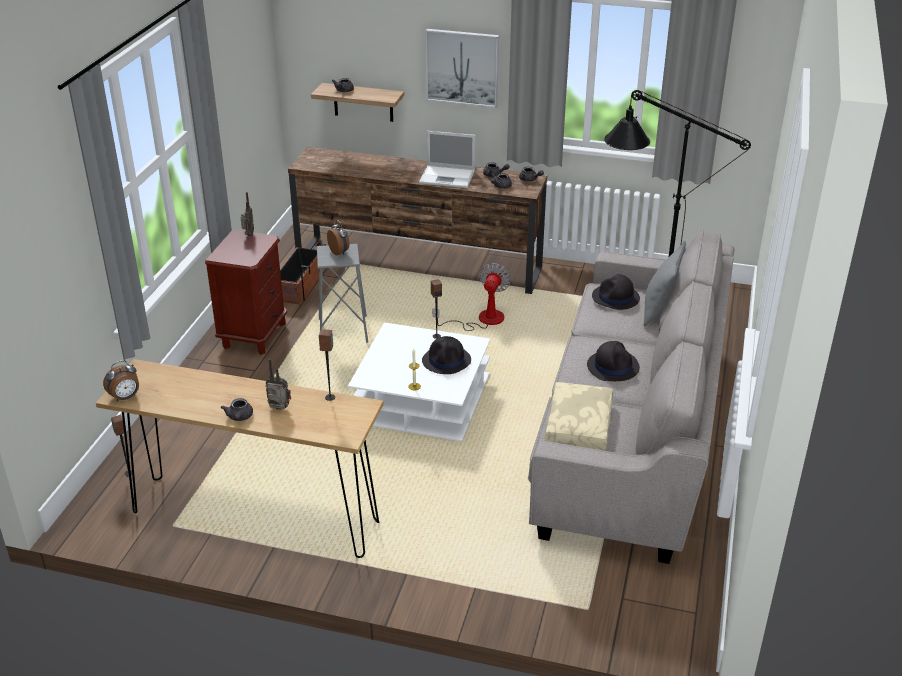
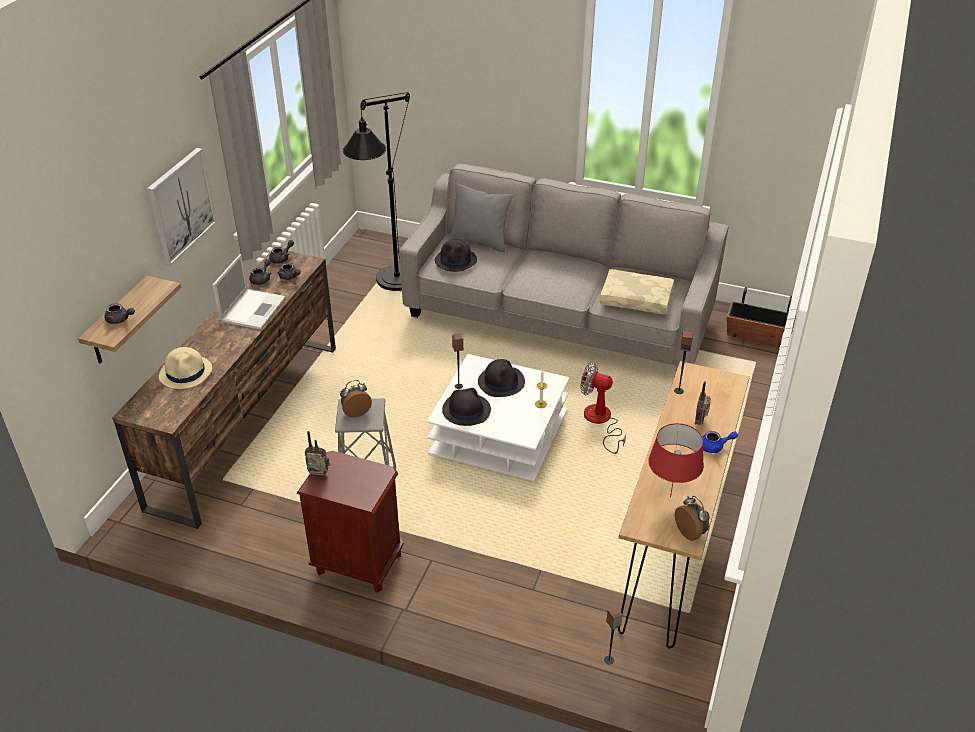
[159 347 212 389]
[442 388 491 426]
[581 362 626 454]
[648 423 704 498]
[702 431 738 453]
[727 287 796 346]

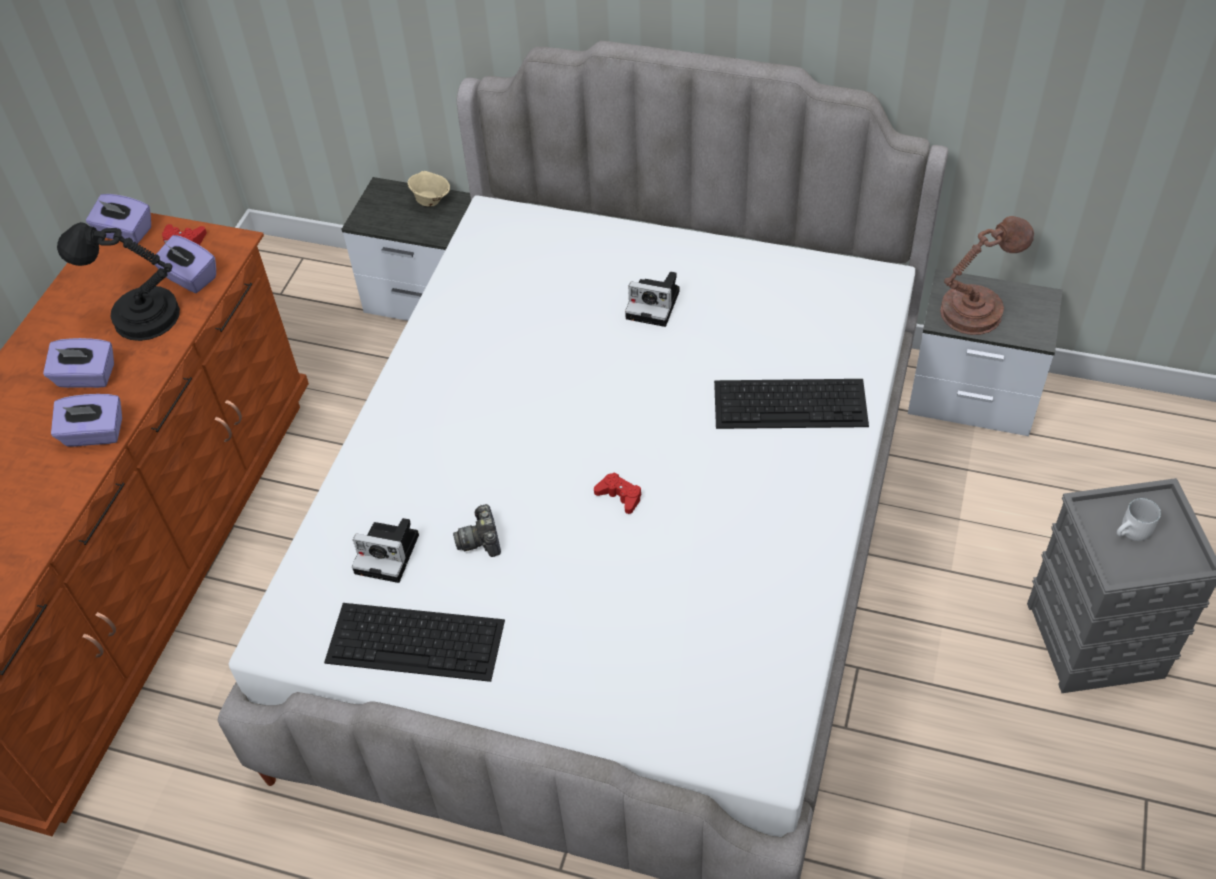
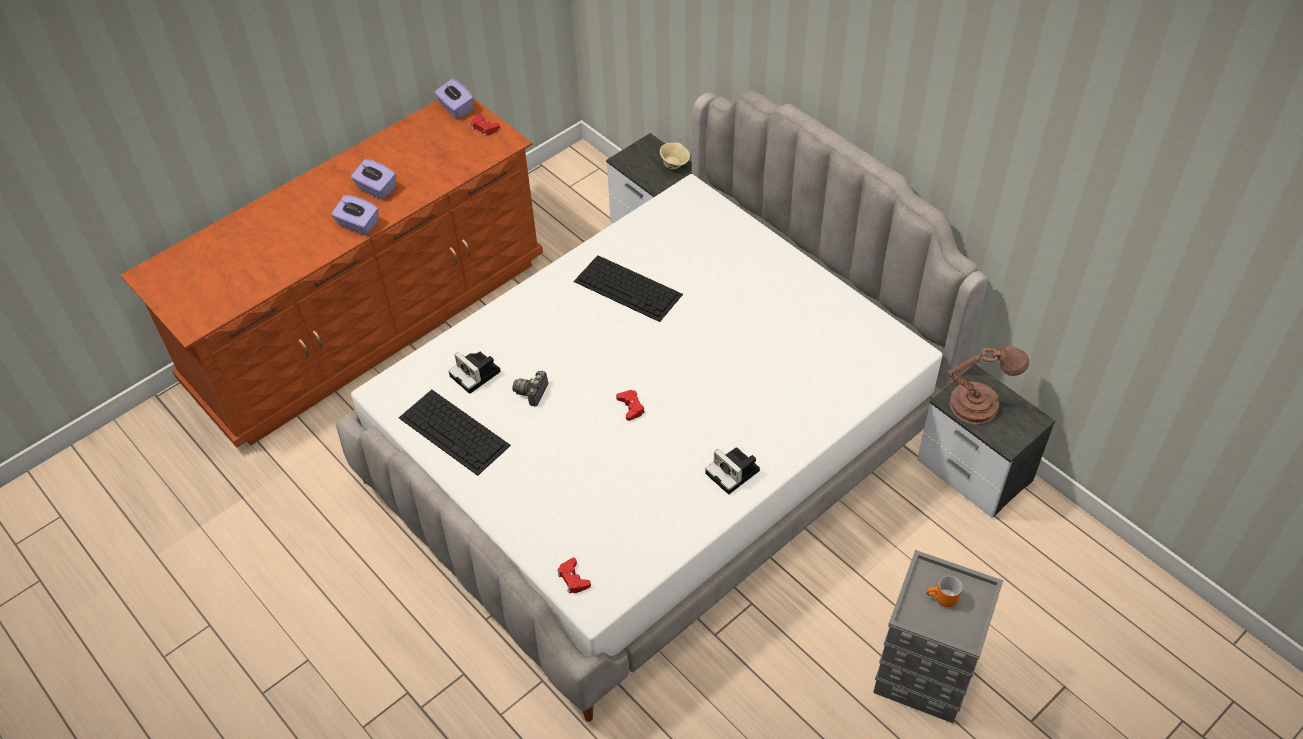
[558 558 591 594]
[574 255 683 322]
[705 447 760 495]
[926 575 963 607]
[57 222 180 341] (first image)
[155 235 216 293] (first image)

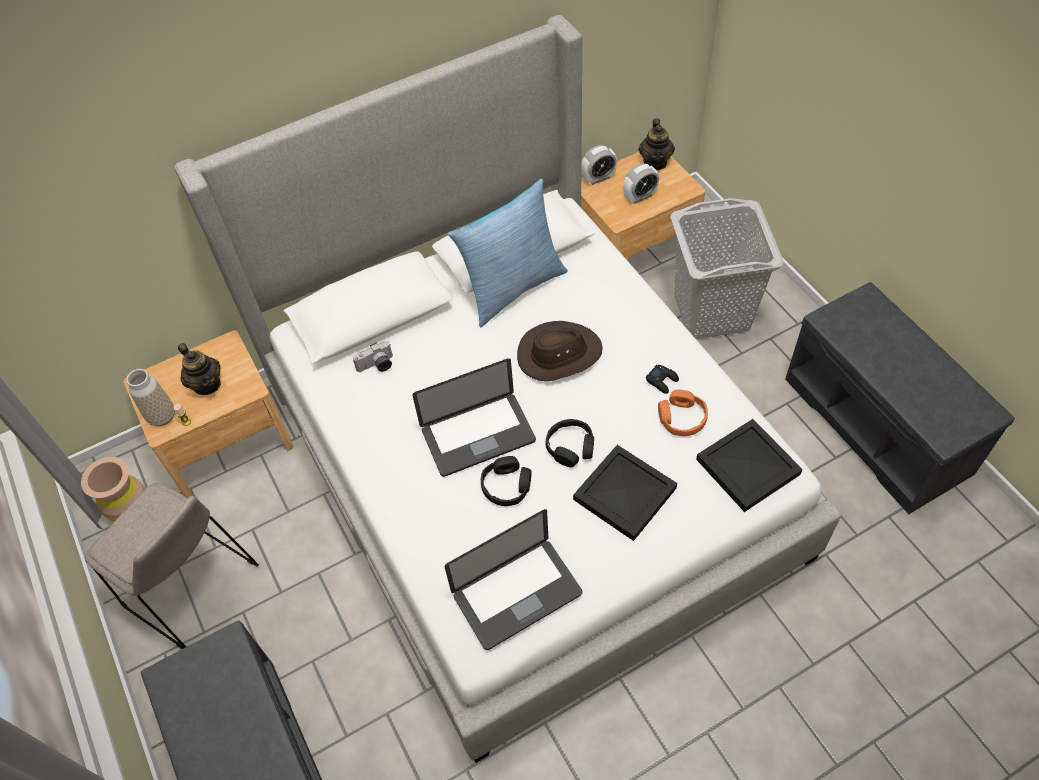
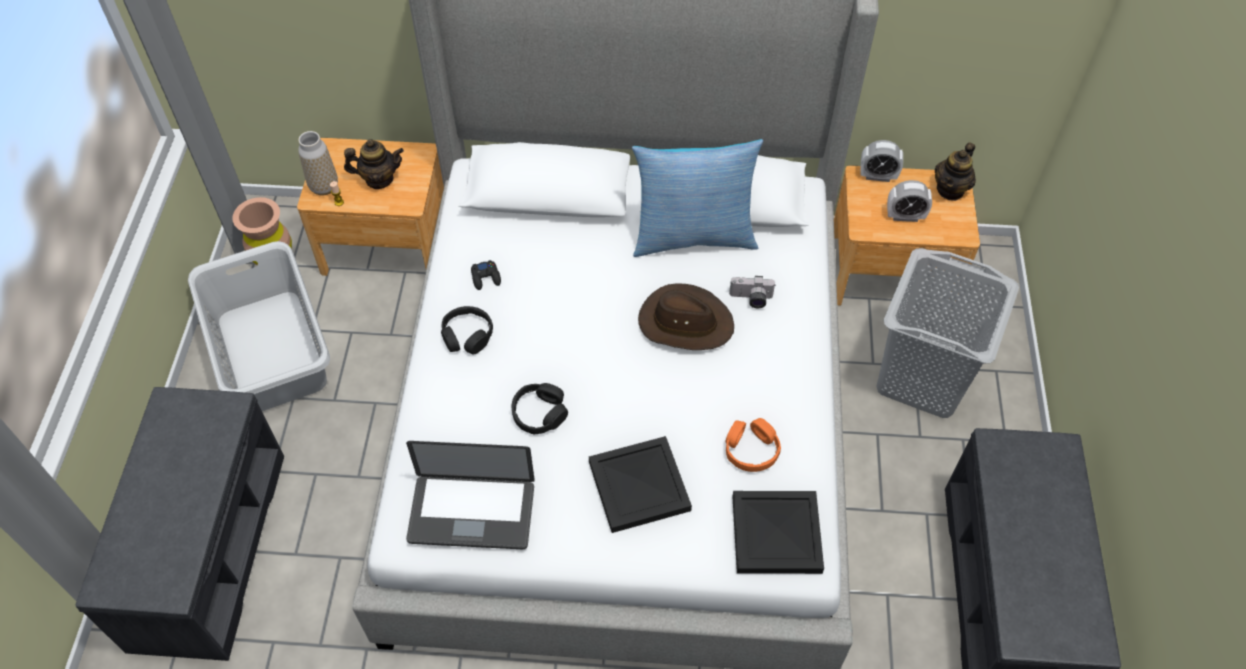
[188 241 330 411]
[344 139 404 189]
[441 306 493 354]
[471 260 501 290]
[729 276 775 309]
[412 358 536 477] (first image)

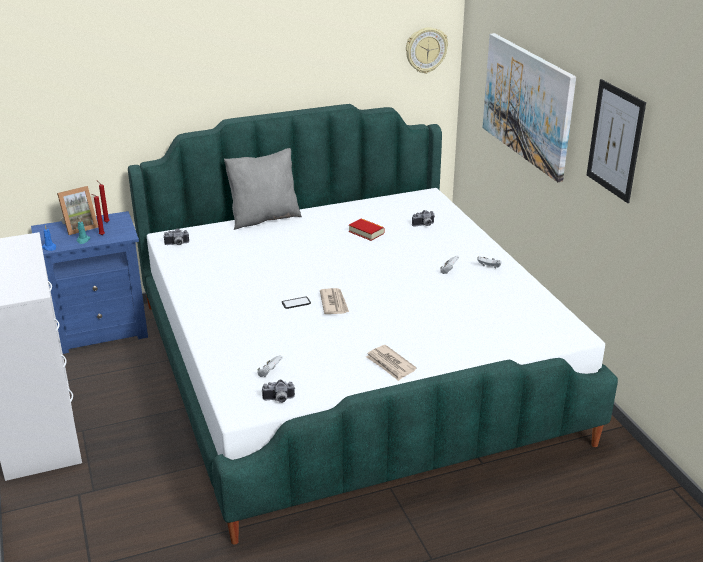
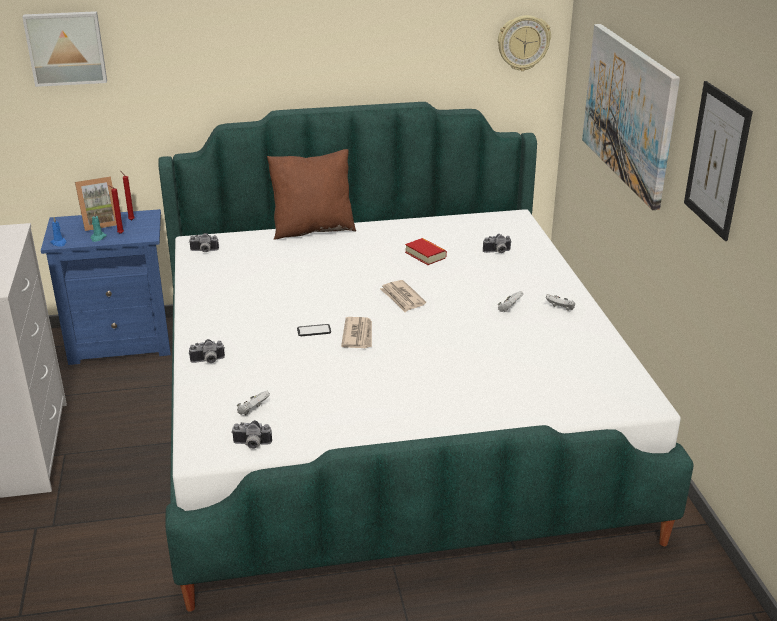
[22 11 107 87]
[189 339 225 363]
[267 149 356 240]
[380 280 426 312]

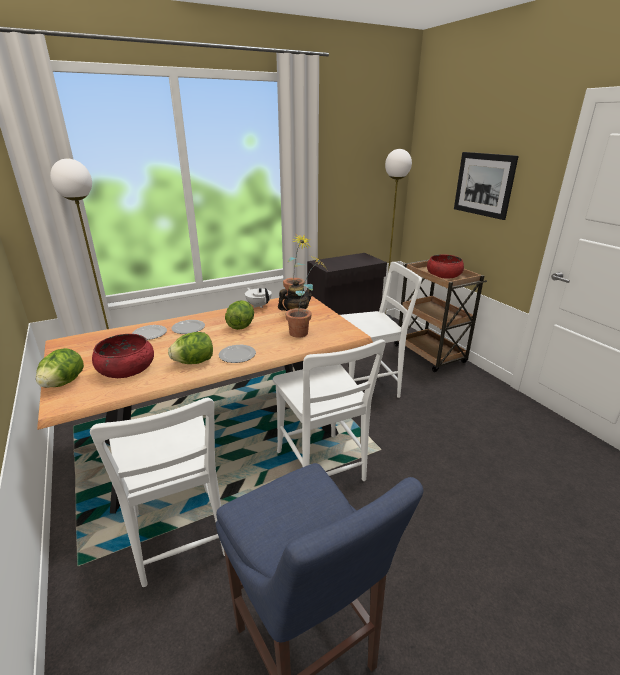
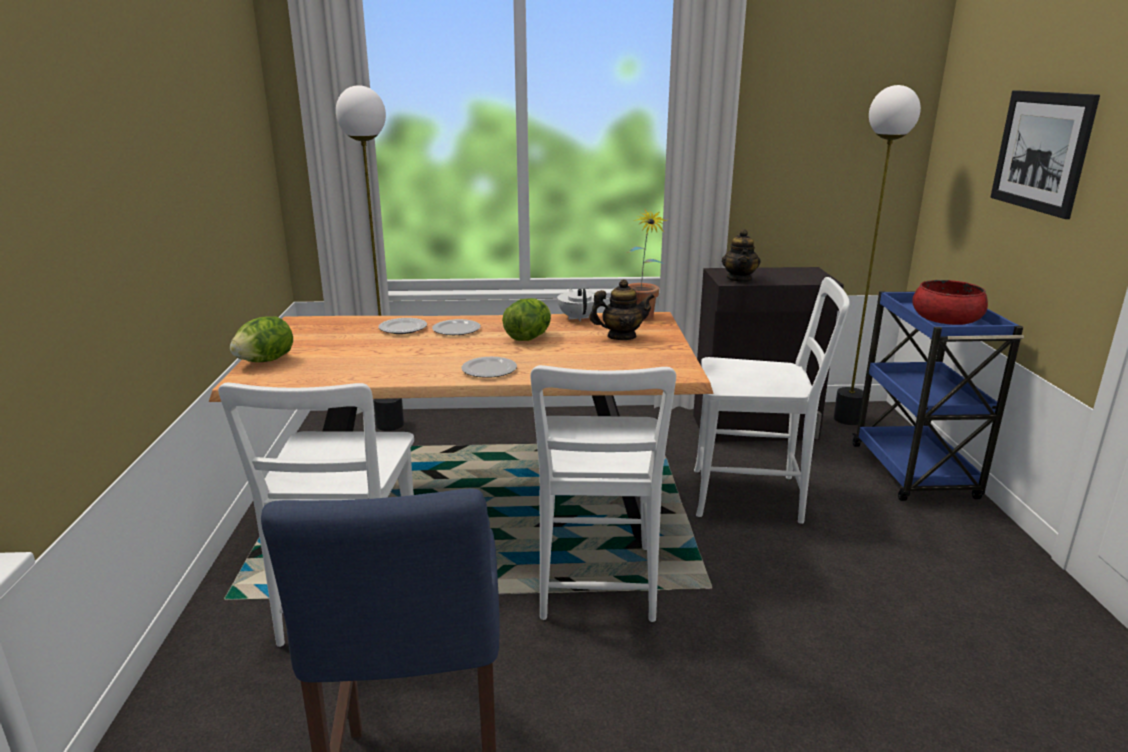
[722 229 761 283]
[852 291 1024 501]
[92 334 154 378] (first image)
[168 332 213 364] (first image)
[286 256 326 338] (first image)

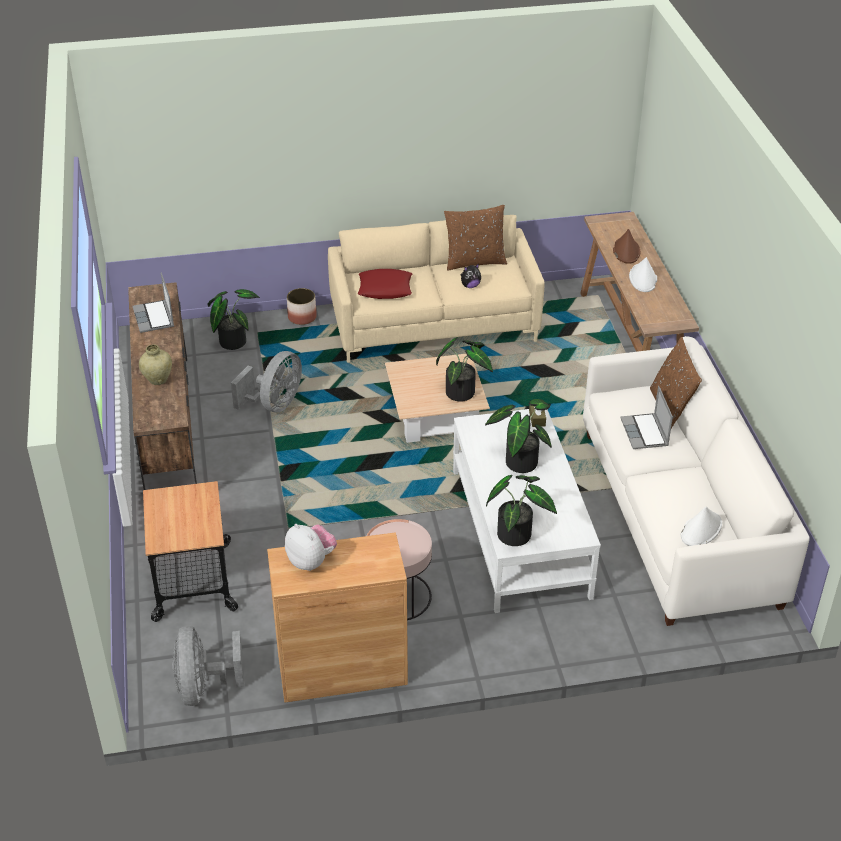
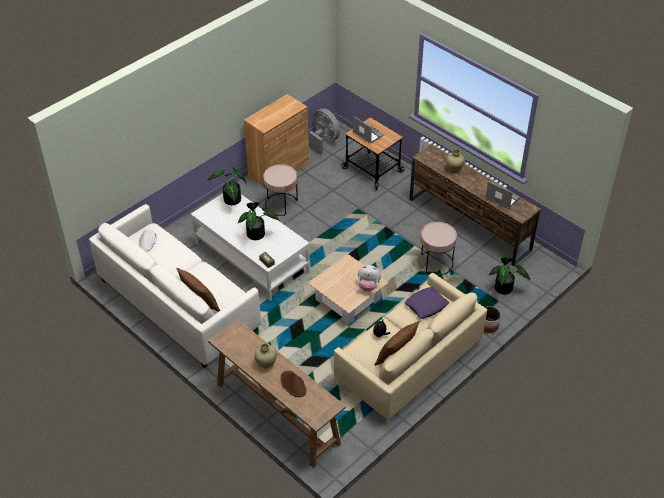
[254 344 277 369]
[353 116 384 144]
[358 265 381 292]
[404 287 449 319]
[420 222 457 276]
[436 337 493 402] (first image)

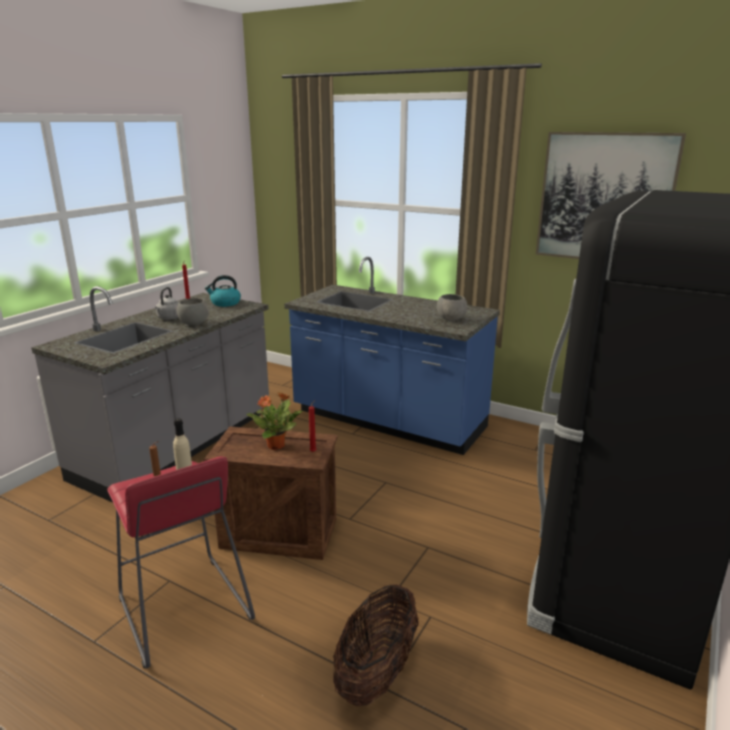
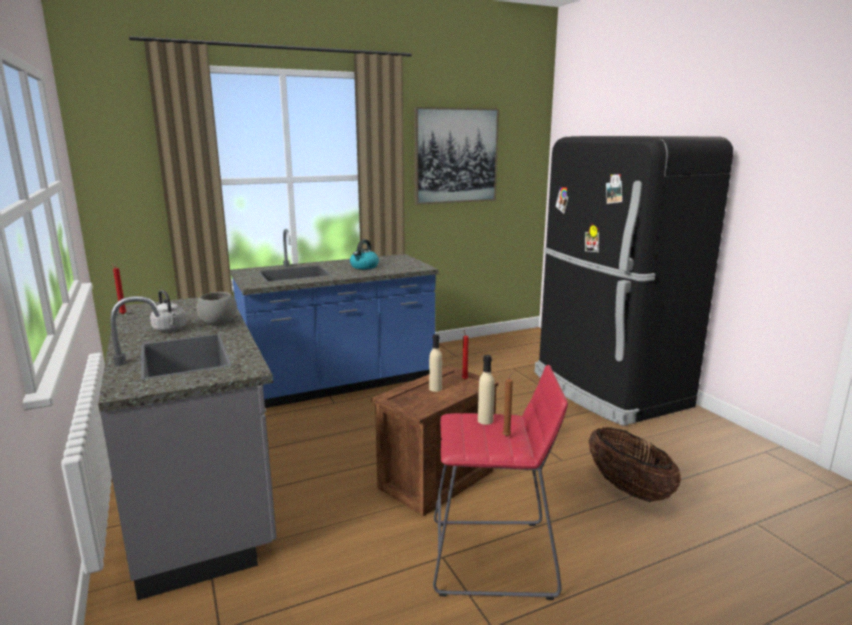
[350 239 379 269]
[429 334 442 392]
[437 294 468 321] (first image)

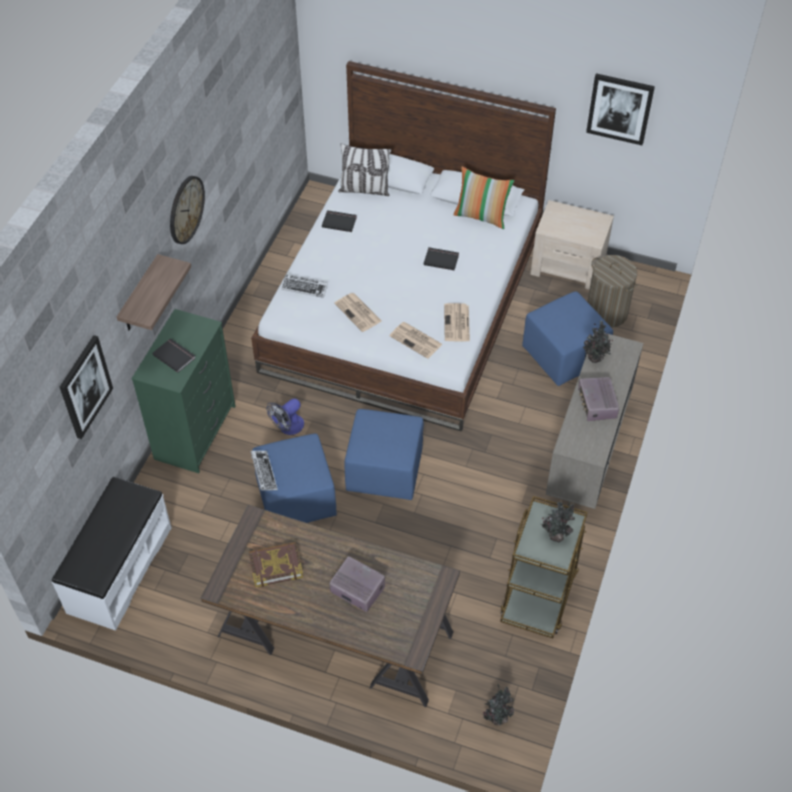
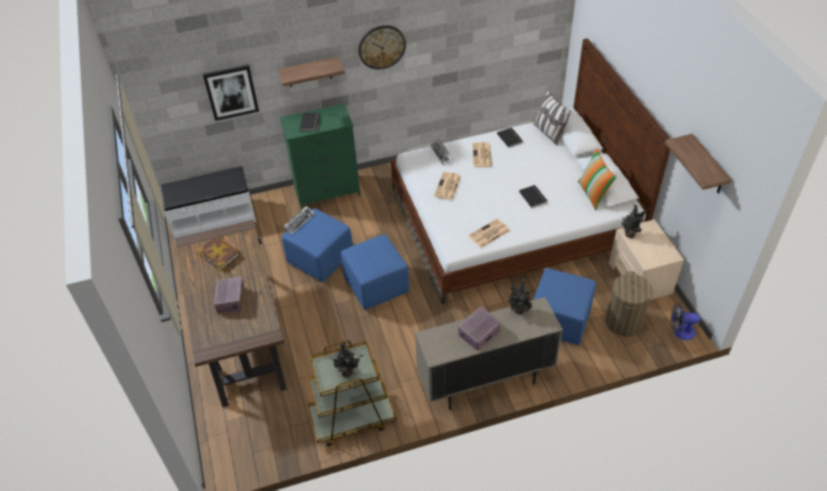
[472 142 492 167]
[621 205 646 238]
[665 134 732 193]
[671 303 700 340]

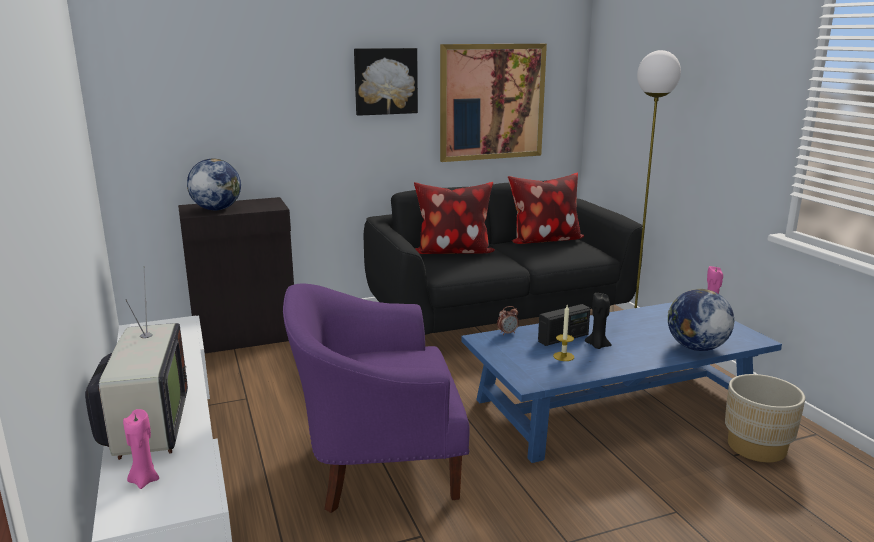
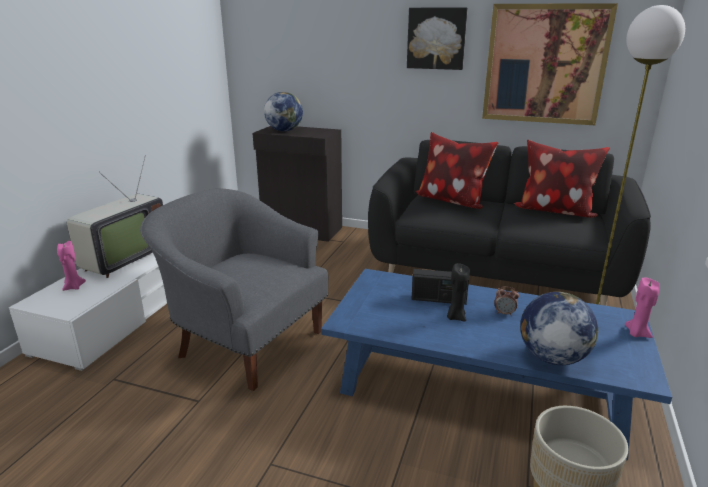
[140 189 328 391]
[494 286 519 316]
[553 305 574 361] (first image)

